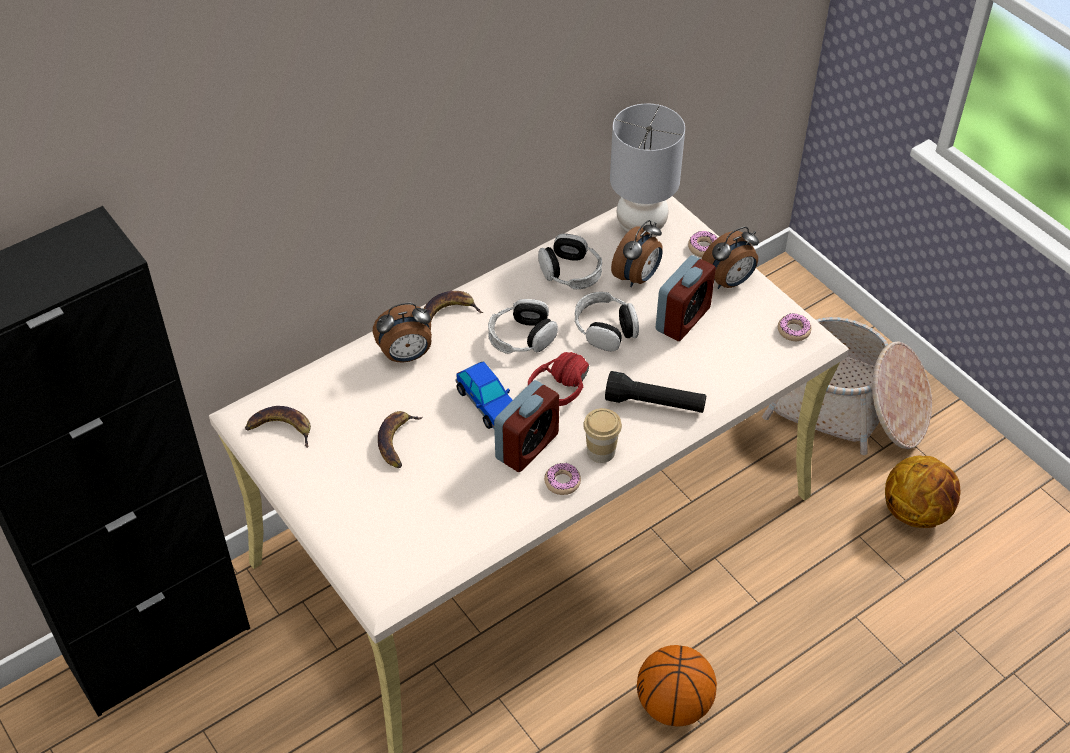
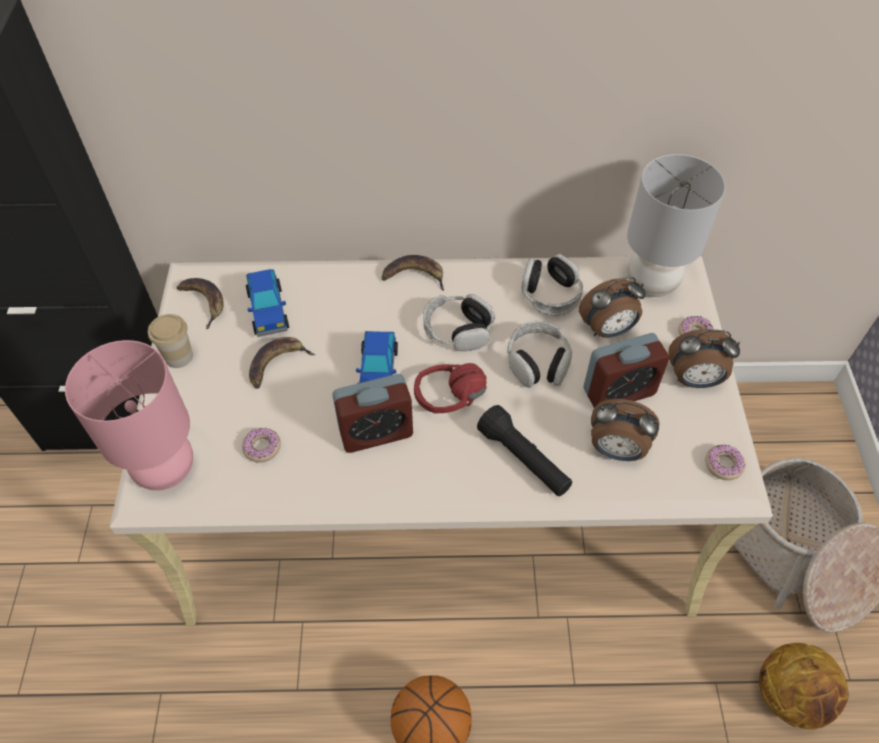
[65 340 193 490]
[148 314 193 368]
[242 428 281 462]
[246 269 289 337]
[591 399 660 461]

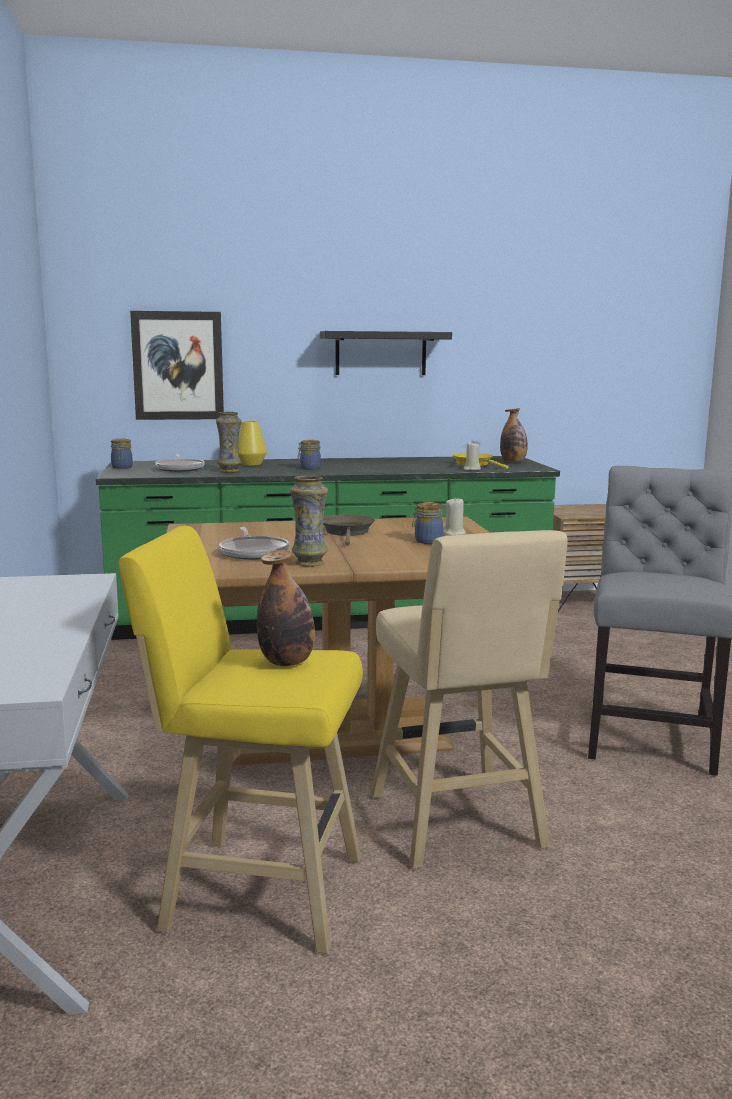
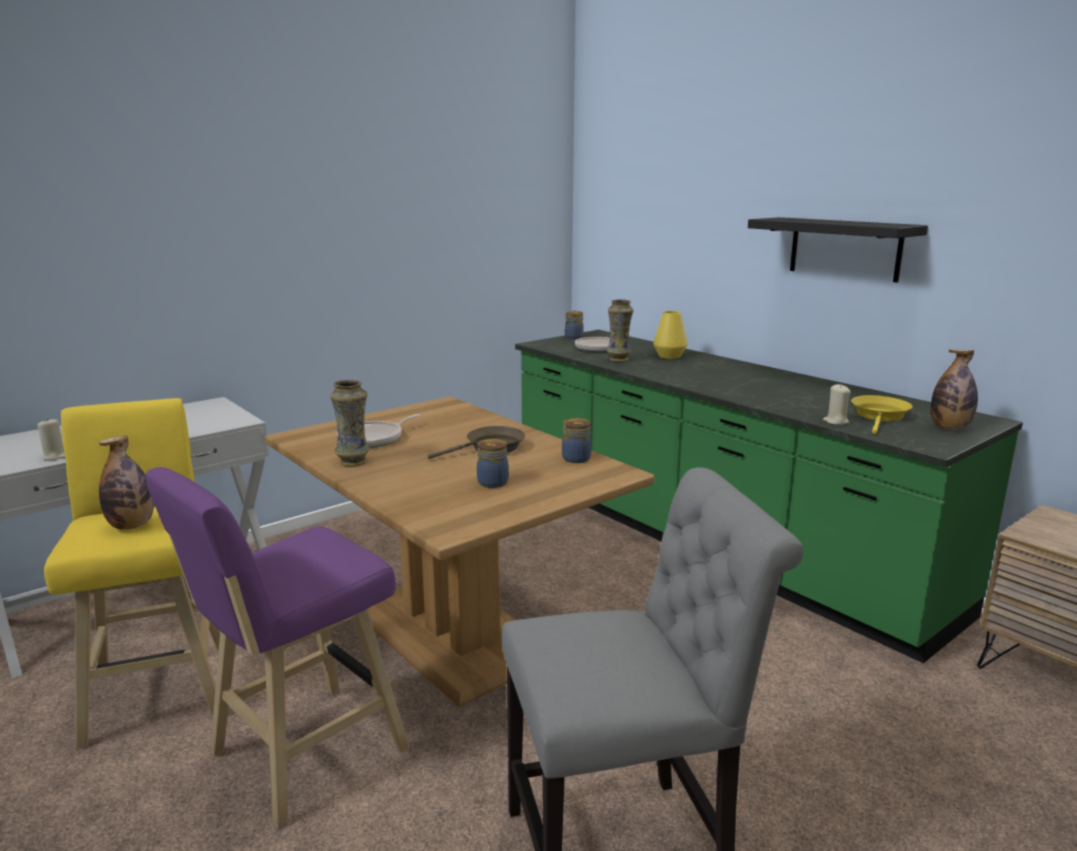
[38 418 65 460]
[145 467 409 829]
[562 418 591 463]
[130 311 224 420] (first image)

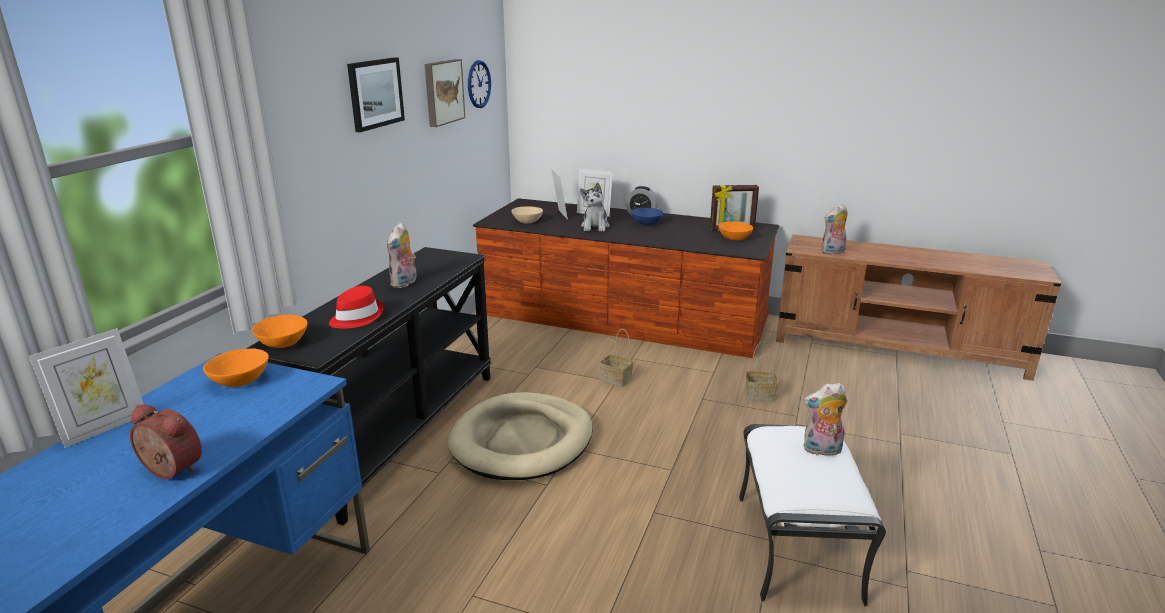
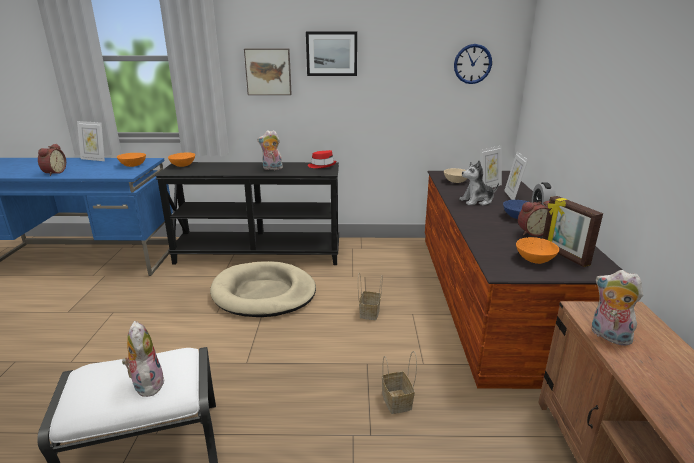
[244 49 292 95]
[307 150 336 168]
[518 201 549 236]

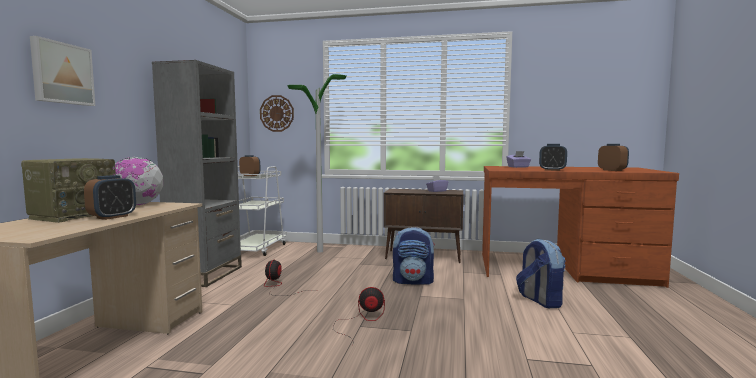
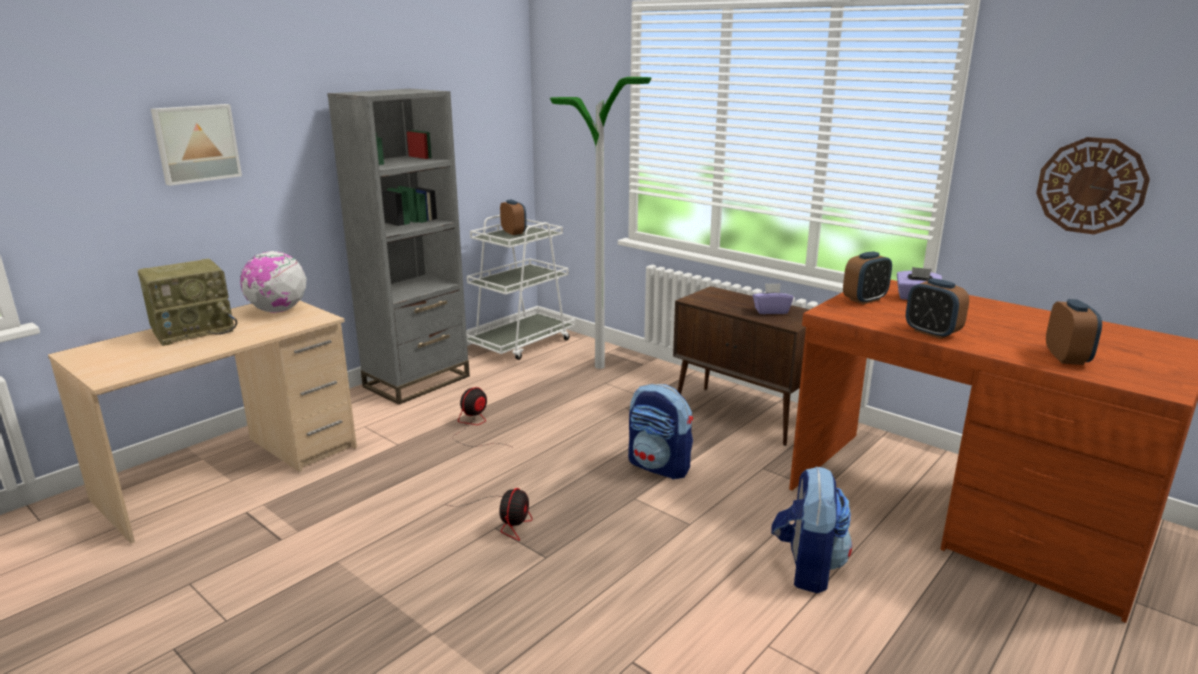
[448 488 532 541]
[843 251 892 304]
[1036 137 1150 235]

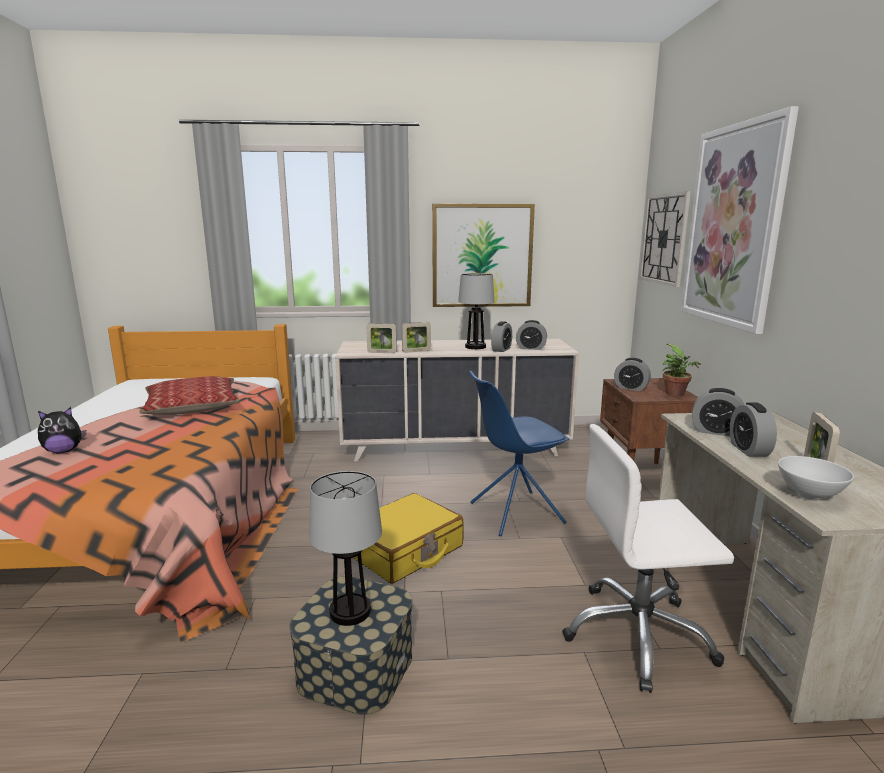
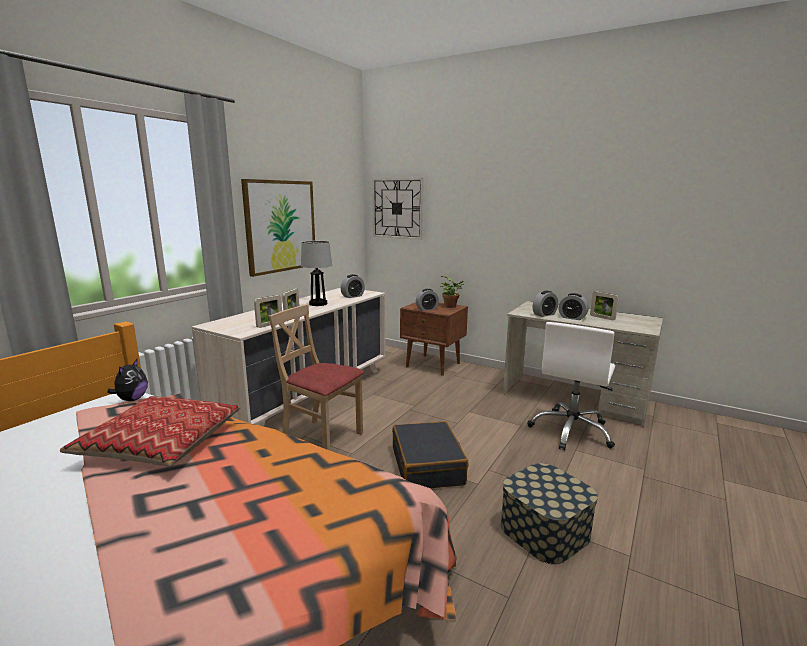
[107 359 148 401]
[268 304 364 450]
[392 421 469 488]
[309 471 382 626] (first image)
[469 371 570 536] (first image)
[491 321 512 352] (first image)
[681 106 799 334] (first image)
[778 456 854 500] (first image)

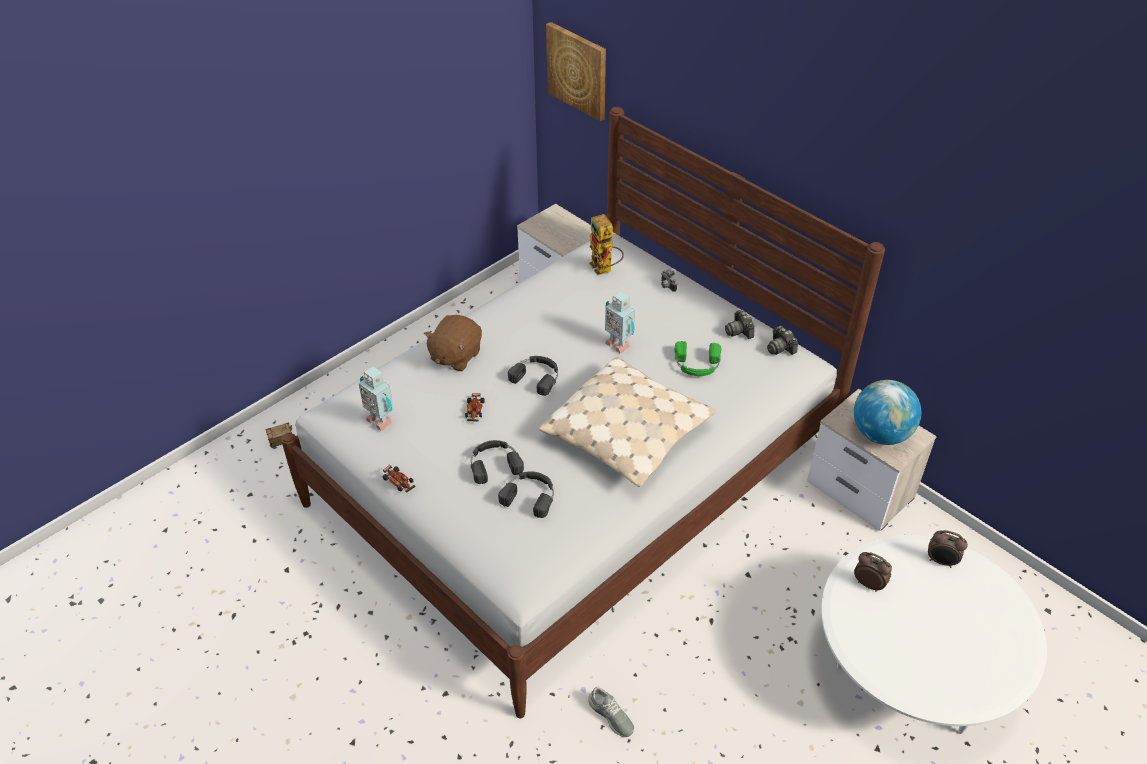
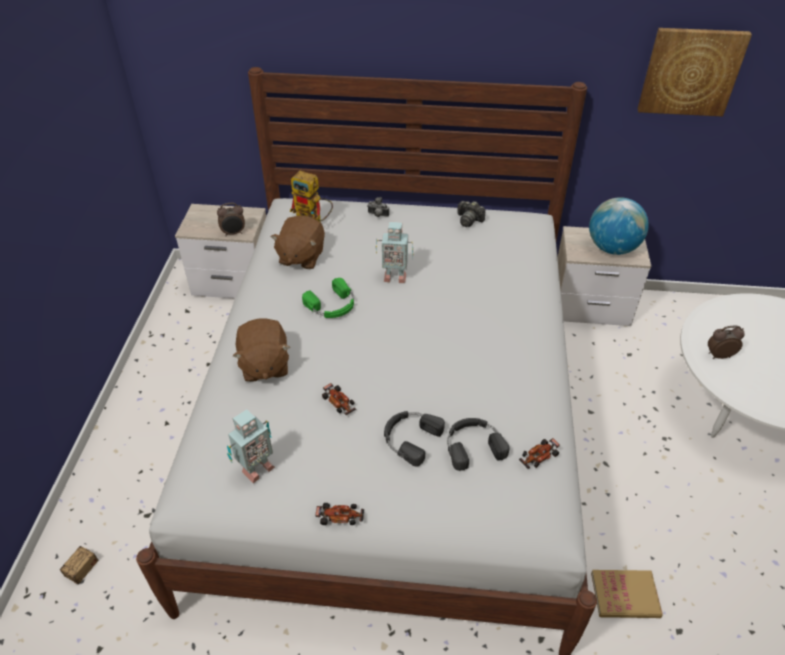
[217 203 245 236]
[227 409 275 483]
[271 215 325 269]
[302 278 354 318]
[519 438 560 469]
[591 570 663 618]
[637 28 752 117]
[508 356 558 396] (first image)
[539 357 716 487] (first image)
[767 326 798 355] (first image)

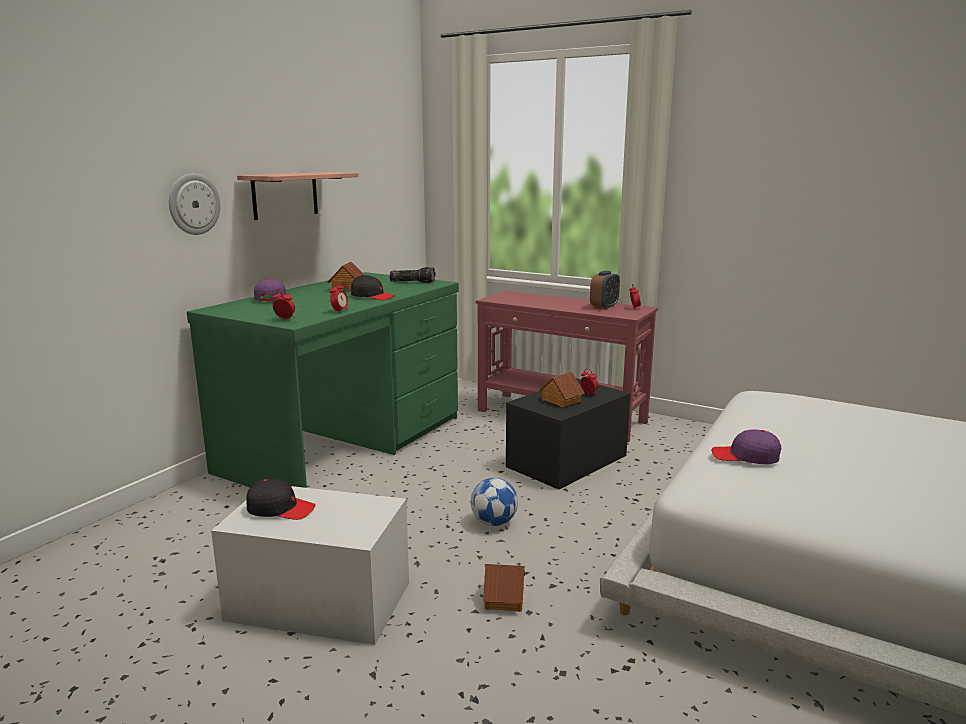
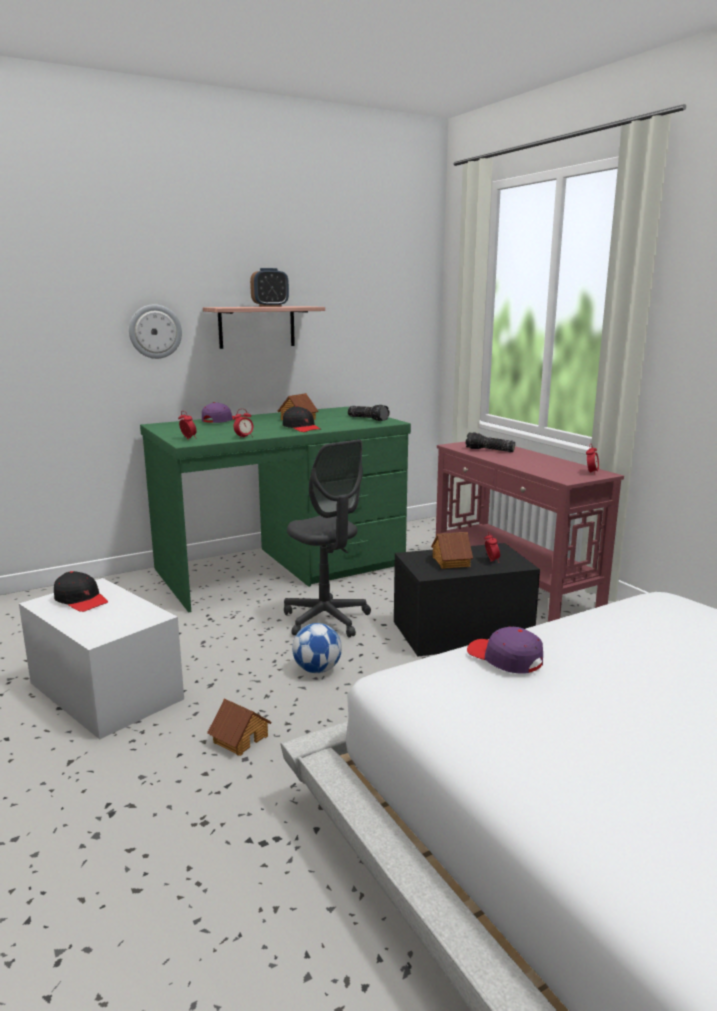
[250 268 289 307]
[284 439 371 638]
[466 432 515 452]

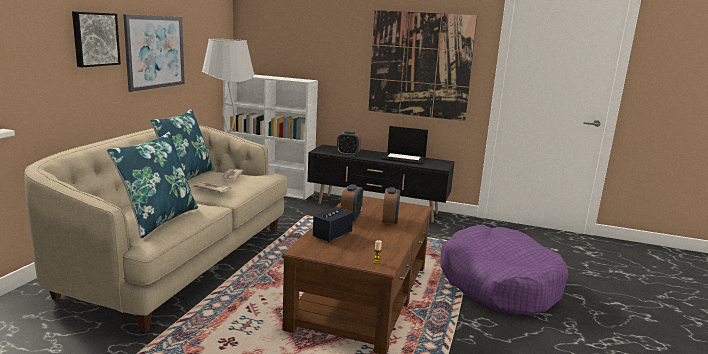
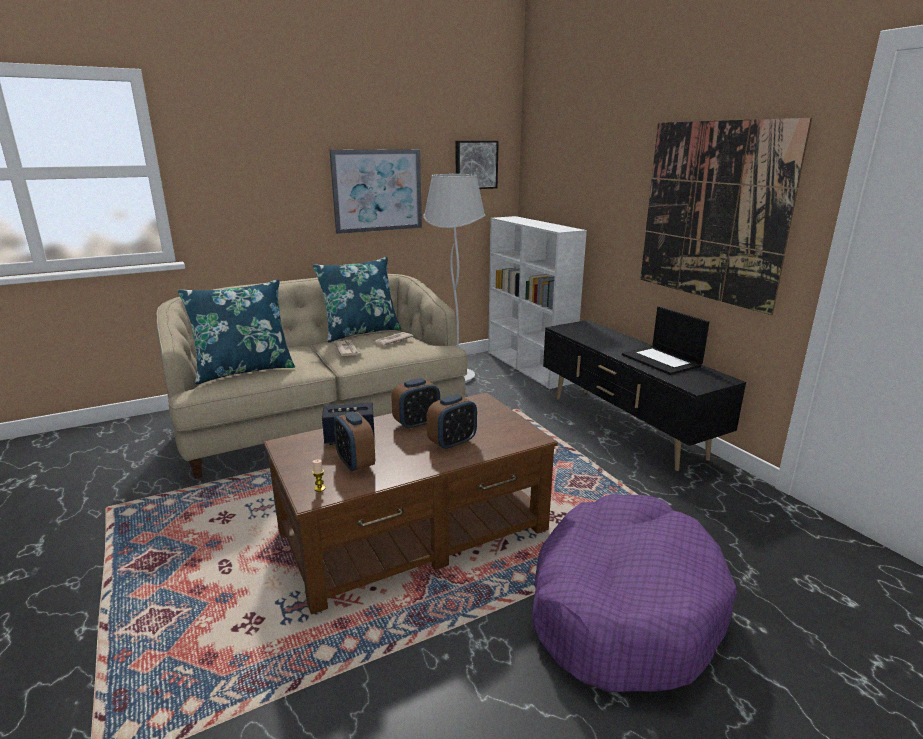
[334 411 375 473]
[456 141 499 189]

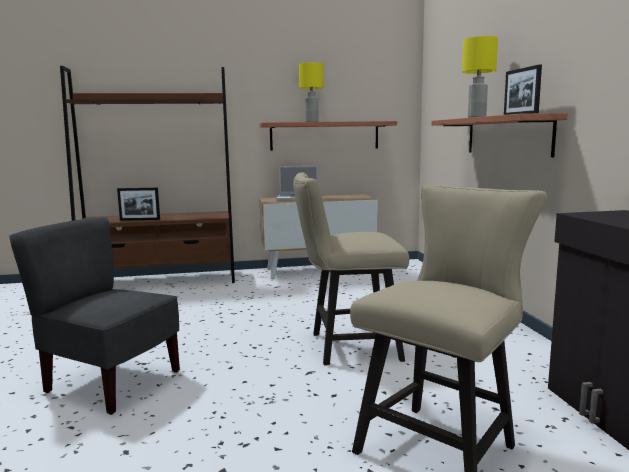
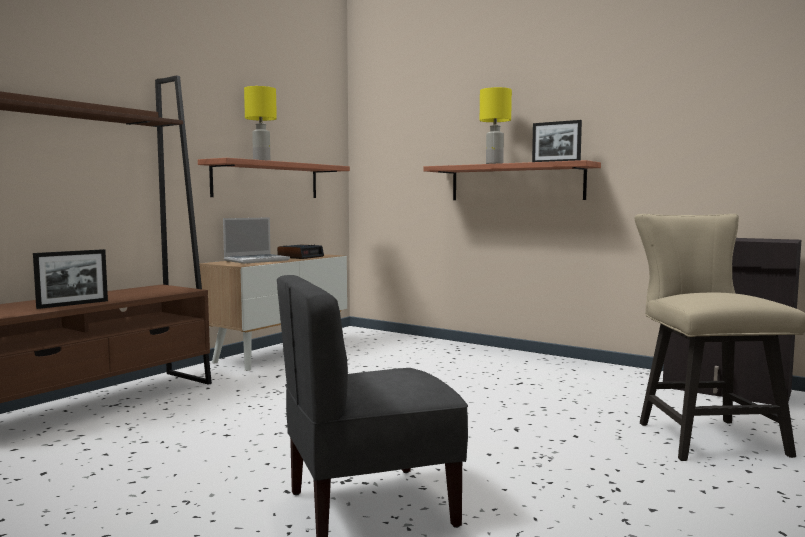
[277 245 324 259]
[293 172 409 365] (first image)

